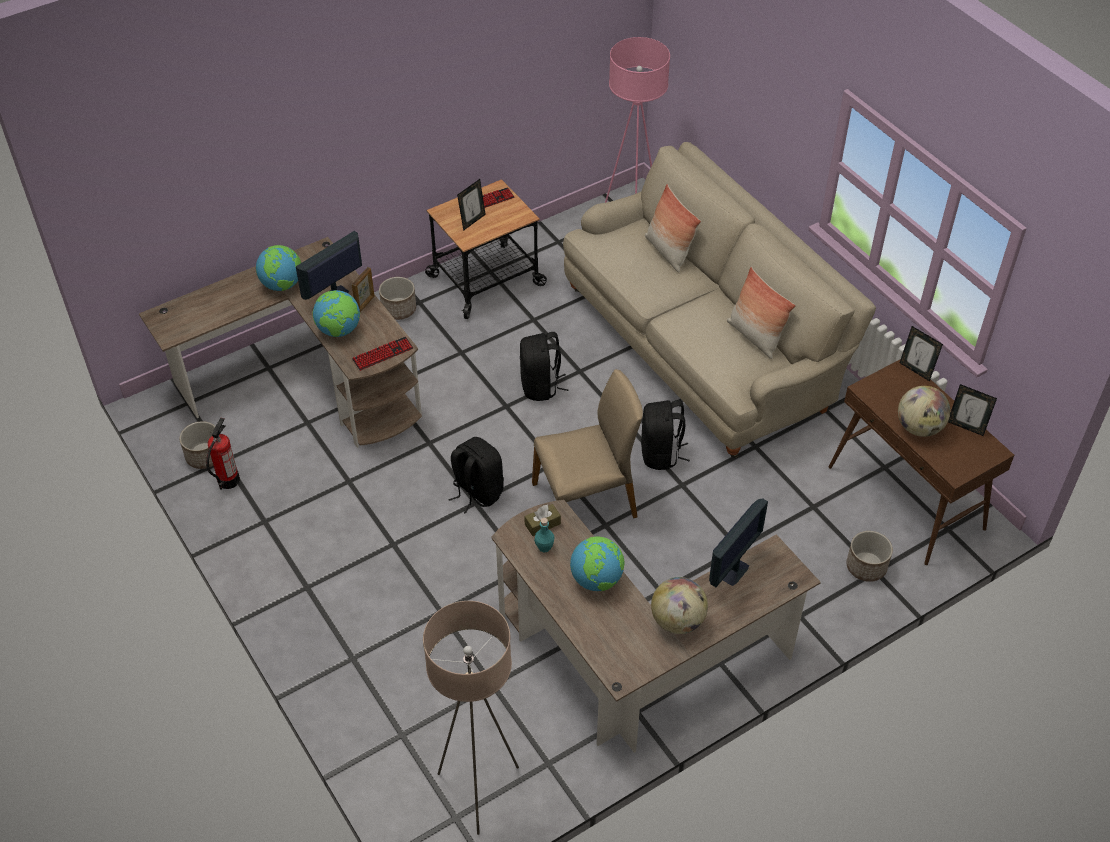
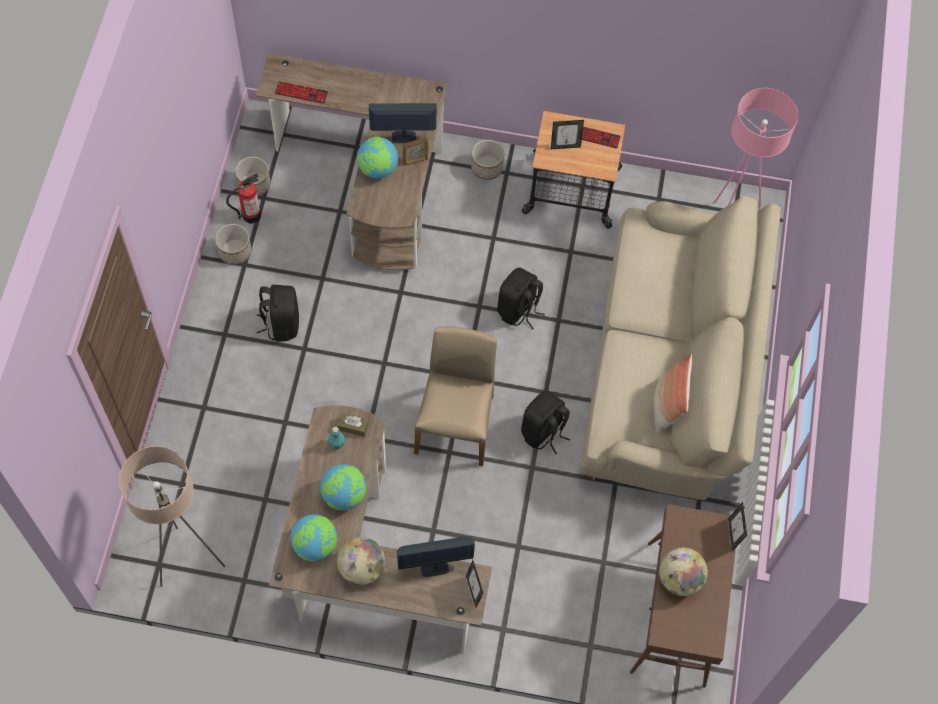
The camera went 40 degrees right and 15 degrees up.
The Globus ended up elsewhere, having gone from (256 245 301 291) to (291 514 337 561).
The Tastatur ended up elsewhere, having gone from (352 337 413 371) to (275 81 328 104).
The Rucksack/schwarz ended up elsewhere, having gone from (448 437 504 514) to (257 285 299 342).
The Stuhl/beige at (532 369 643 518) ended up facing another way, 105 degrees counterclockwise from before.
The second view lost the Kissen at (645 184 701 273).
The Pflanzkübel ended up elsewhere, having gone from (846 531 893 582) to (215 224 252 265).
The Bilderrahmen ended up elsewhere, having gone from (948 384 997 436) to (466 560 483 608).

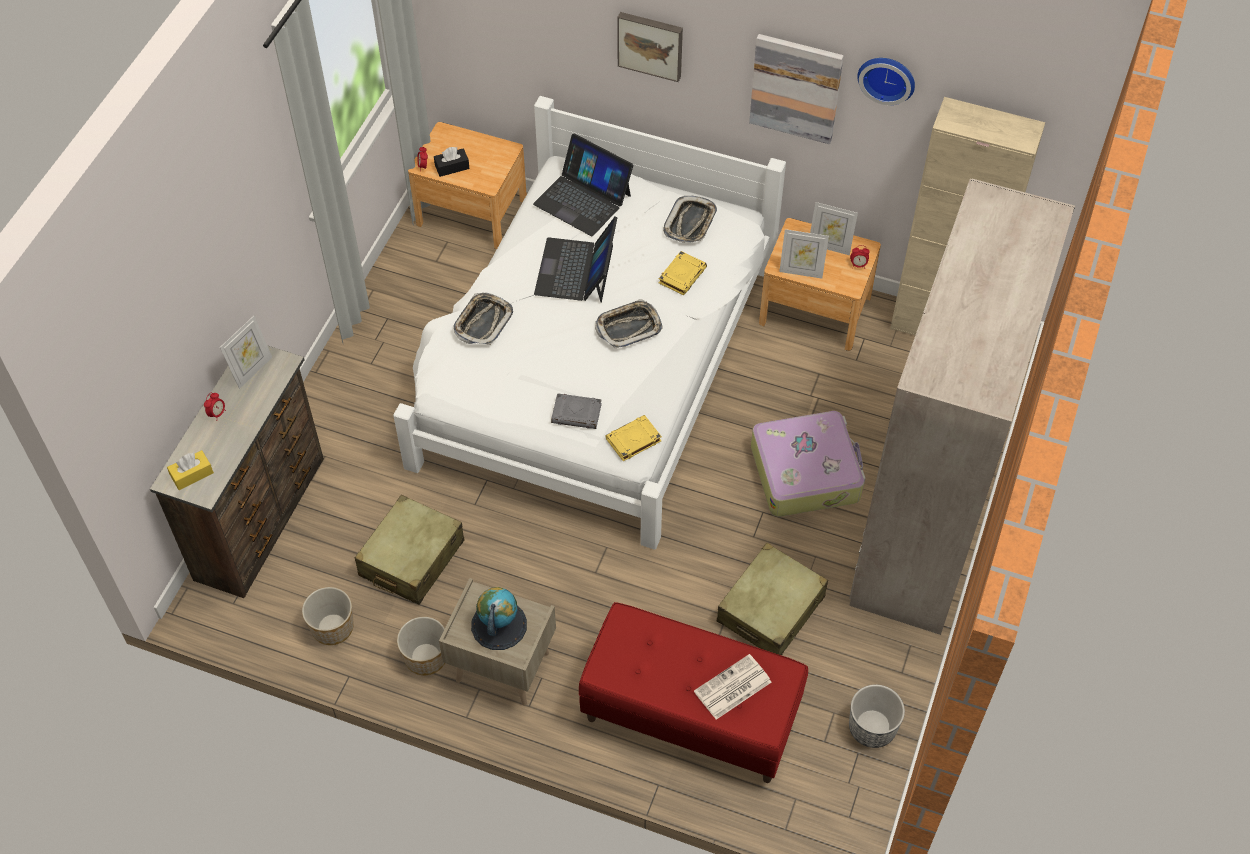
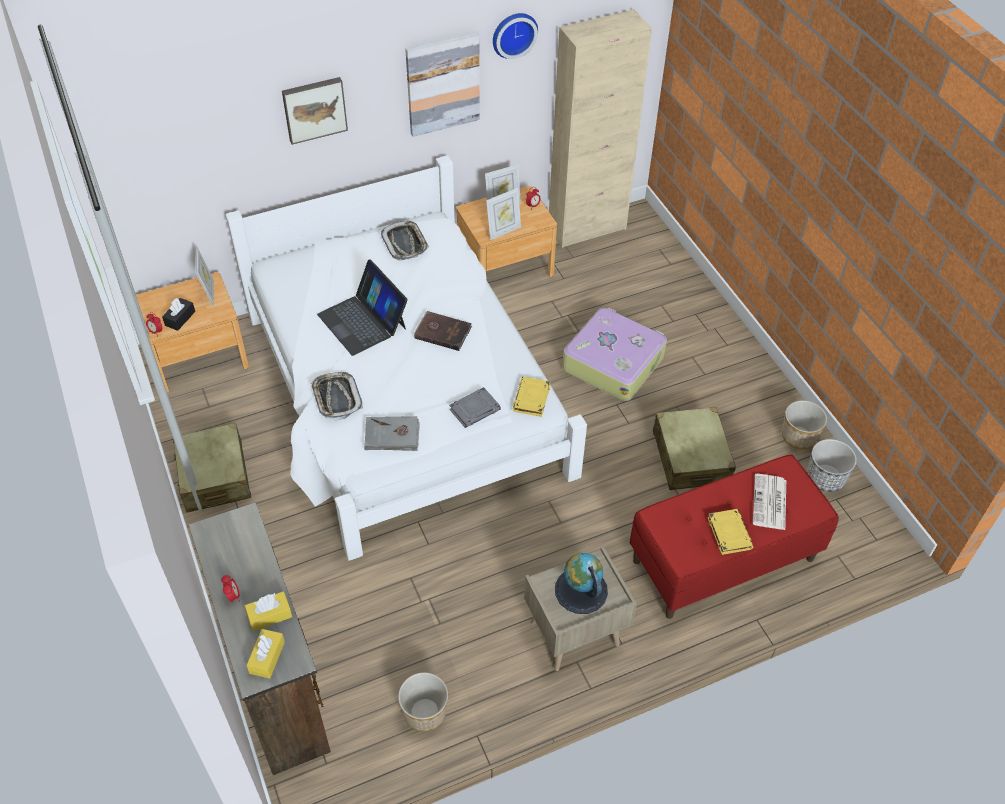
The camera went 45 degrees left and 5 degrees down.
The Bilderrahmen ended up elsewhere, having gone from (220 316 272 389) to (195 245 214 307).
The Koffer/beige ended up elsewhere, having gone from (354 495 464 605) to (173 423 251 513).
The Pflanzkübel ended up elsewhere, having gone from (397 617 445 675) to (782 400 827 450).
The second view lost the Laptop at (533 133 633 236).
Where the Tablett stood at (595 299 663 349), the Buch/braun came to stand at (414 311 472 351).
The Buch/gelb ended up elsewhere, having gone from (659 251 707 295) to (708 509 753 555).
The second view lost the Kleiderschrank/beige at (849 179 1075 635).
The second view gained the Taschentuchbox/gelb at (245 591 292 631).
The second view gained the Buch/grau at (364 416 420 451).

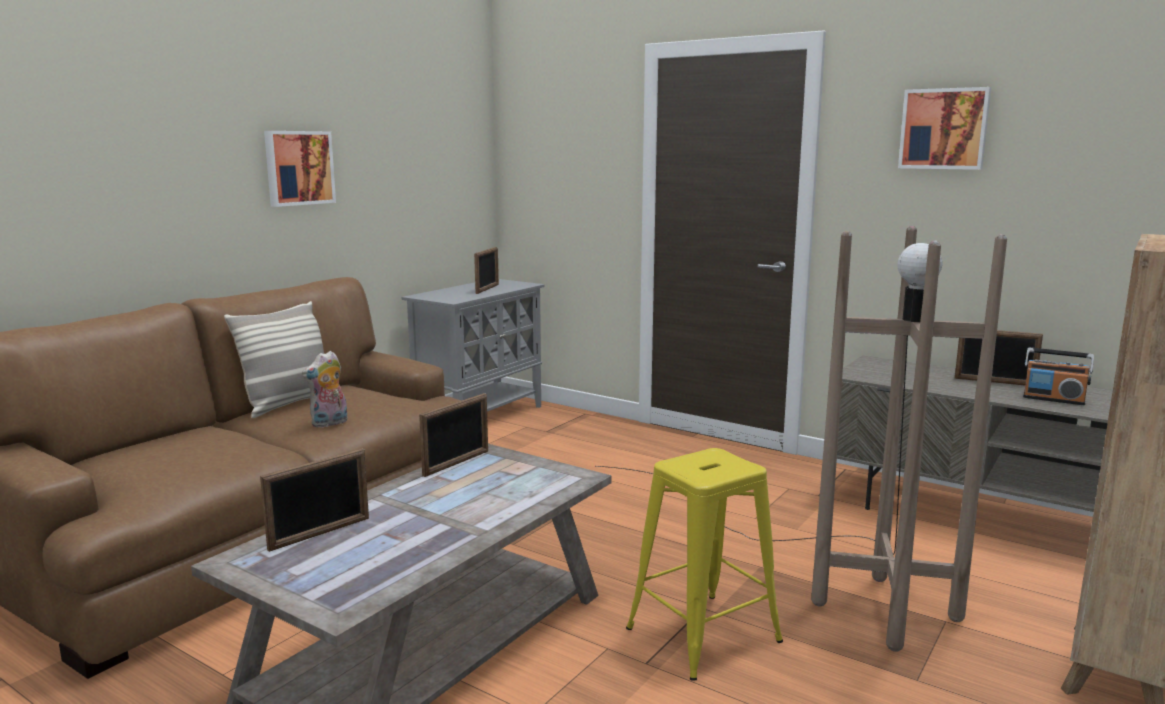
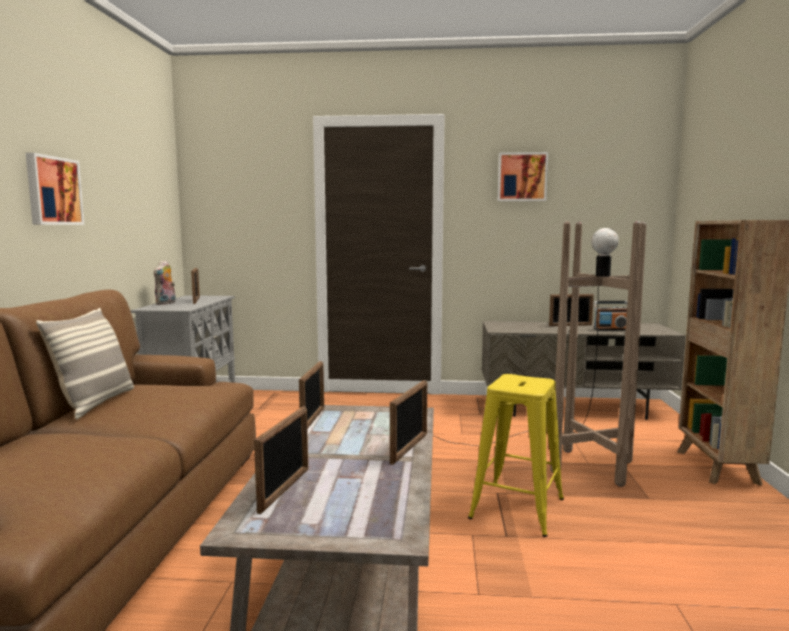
The camera went 30 degrees left and 5 degrees down.
The Plüschtier ended up elsewhere, having gone from (302 351 348 428) to (154 260 176 305).
The second view gained the Bilderrahmen at (390 380 427 465).

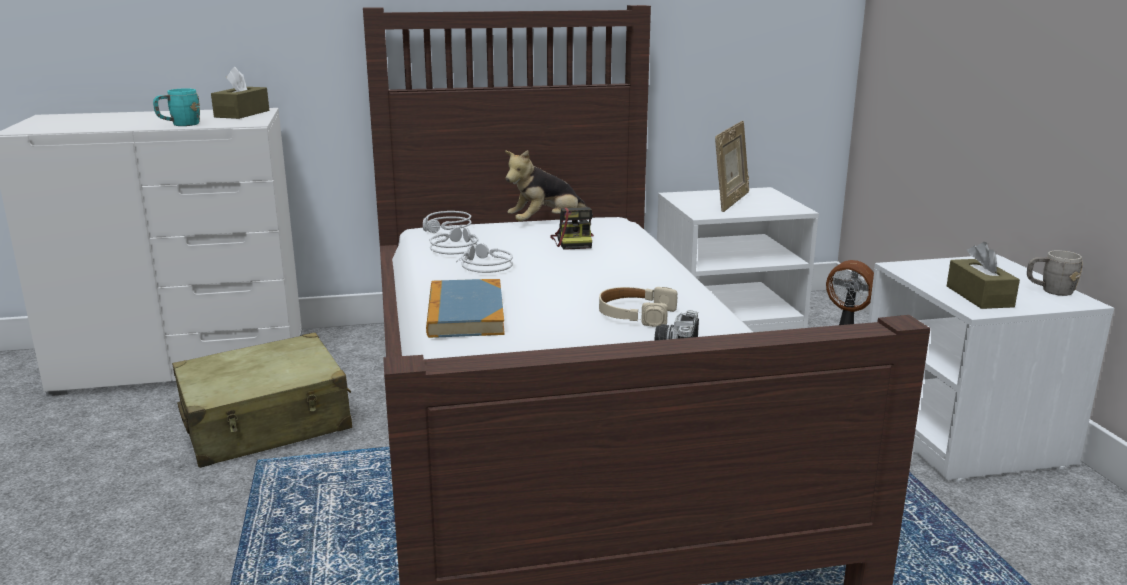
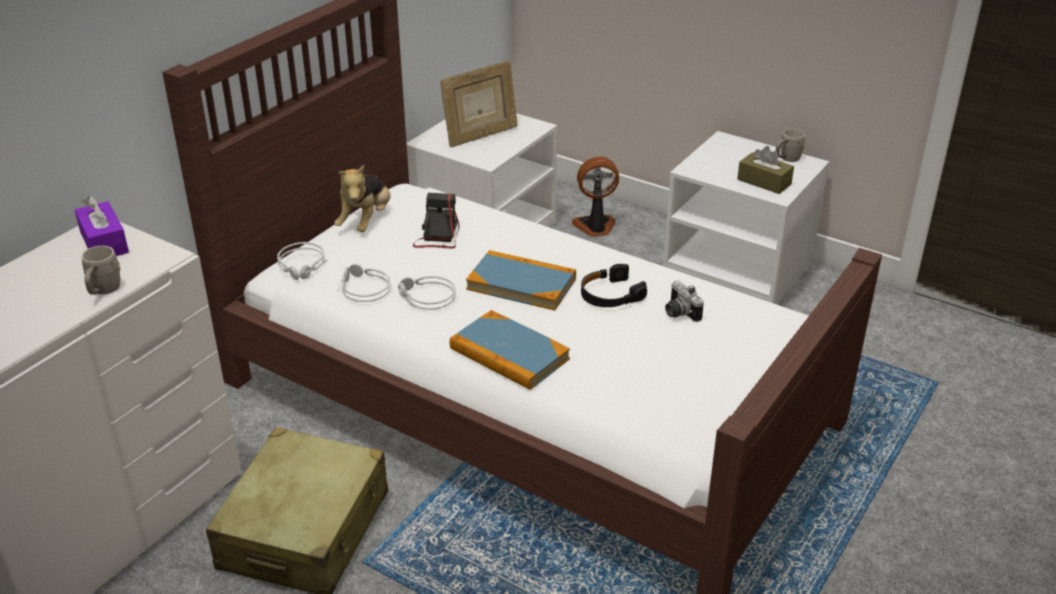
The camera went 45 degrees left and 15 degrees up.
What was the Henkelbecher/türkis at (153 88 200 126) turned into the Henkelbecher/grau at (81 246 121 295).
What was the Taschentuchbox/braun at (211 67 269 119) turned into the Taschentuchbox/lila at (75 196 129 256).
The Kamera at (550 207 594 250) ended up facing another way, 120 degrees counterclockwise from before.
What was the Kopfhörer/beige at (599 287 677 327) turned into the Kopfhörer/schwarz at (581 264 647 307).
The Bilderrahmen at (715 121 749 212) ended up facing another way, 75 degrees clockwise from before.
The second view gained the Buch at (466 250 576 311).

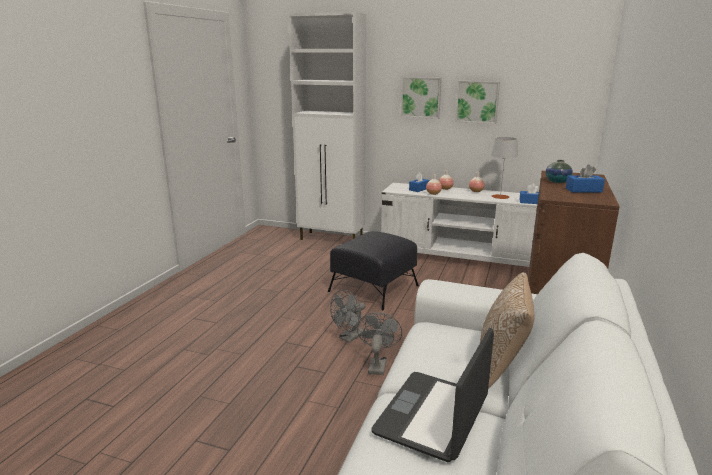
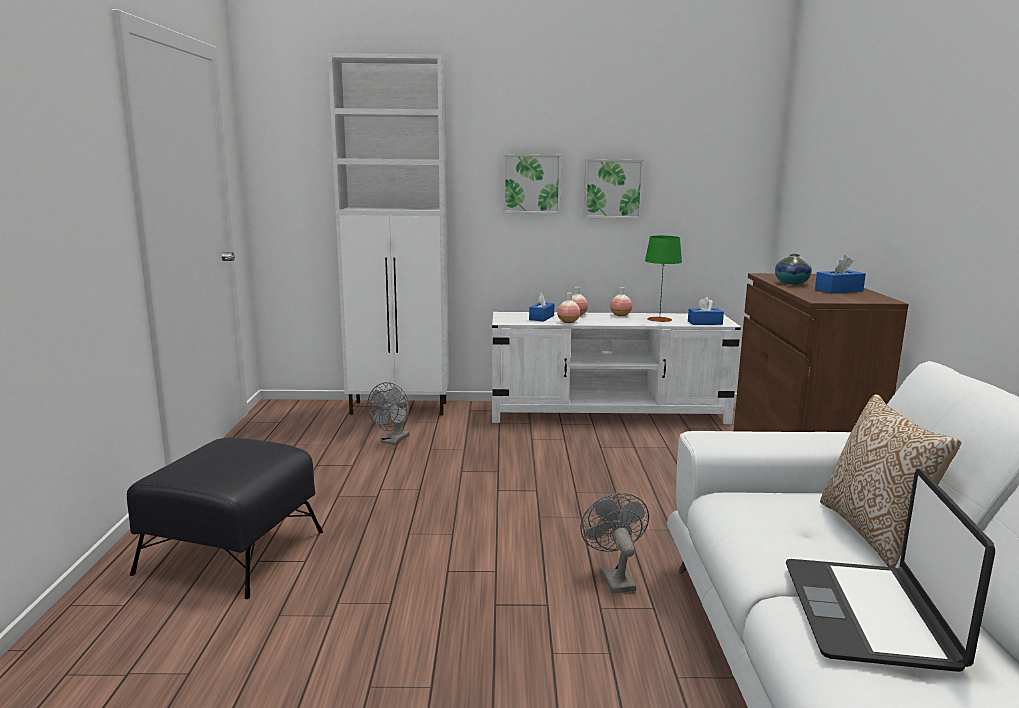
The camera went 20 degrees left and 5 degrees down.
The Polsterhocker/schwarz ended up elsewhere, having gone from (328 231 419 311) to (127 438 323 599).
The Ventilator/grau ended up elsewhere, having gone from (330 290 366 343) to (367 382 410 445).
What was the Tischlampe/grau at (491 137 518 199) turned into the Tischlampe/grün at (645 235 682 322).

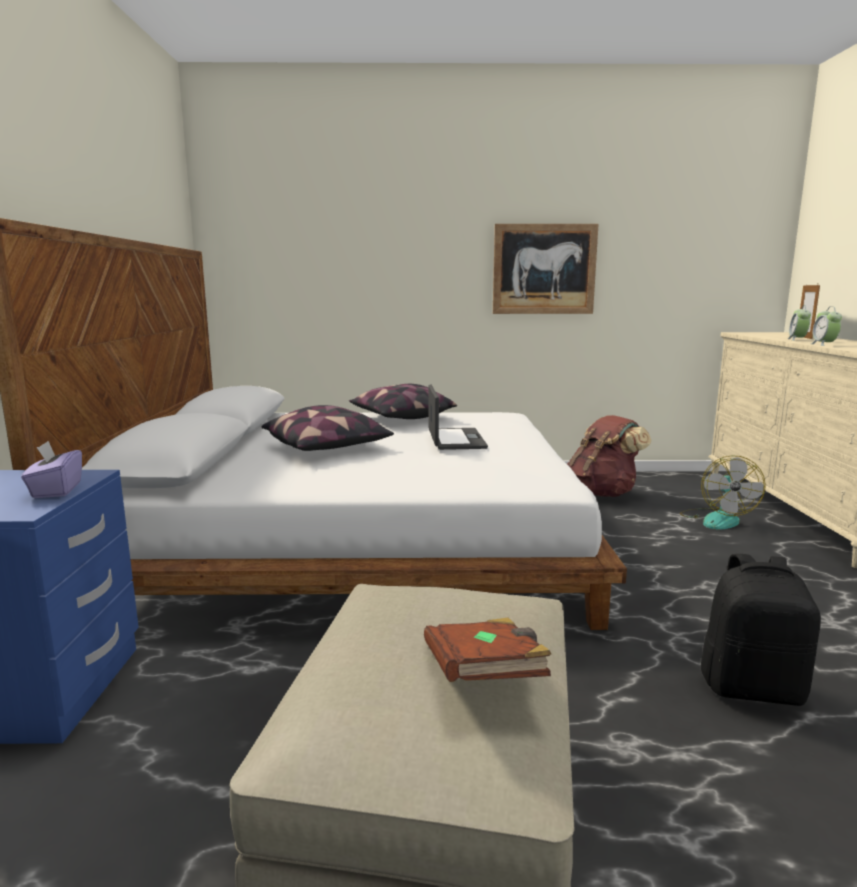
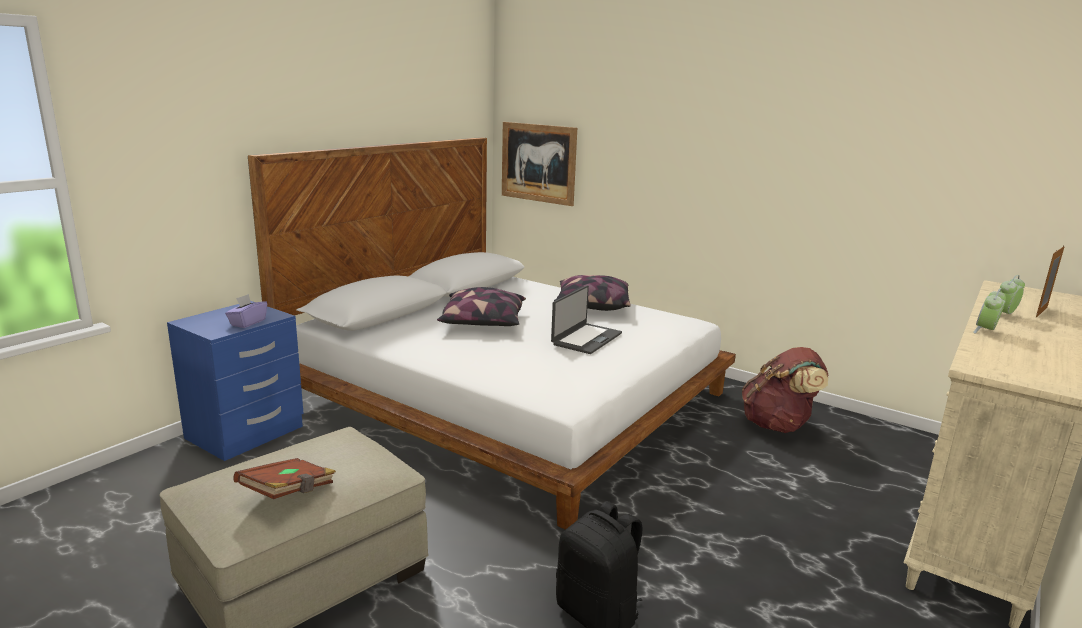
The camera went 35 degrees right and 5 degrees up.
The Bild ended up elsewhere, having gone from (493 224 599 314) to (502 122 577 206).
The second view lost the Ventilator at (680 455 766 530).

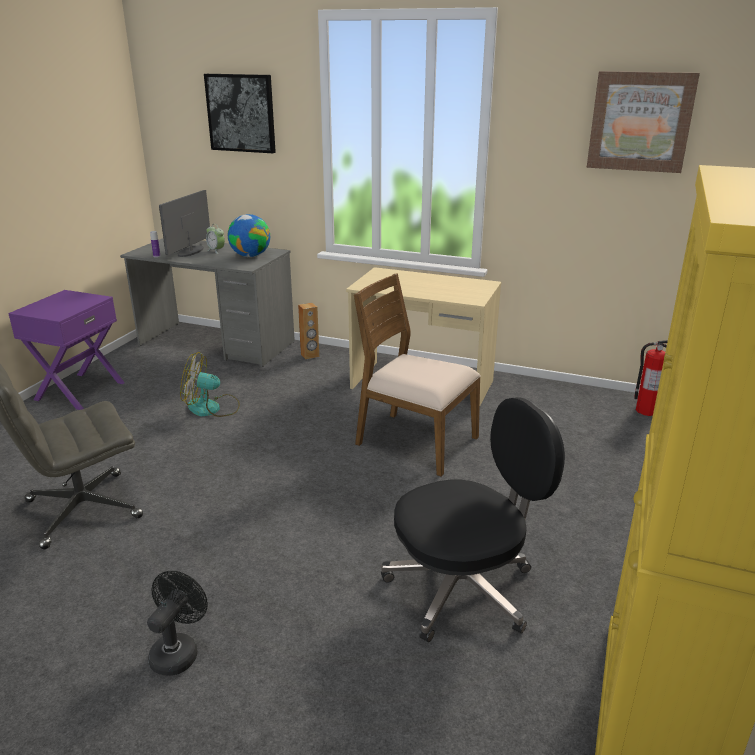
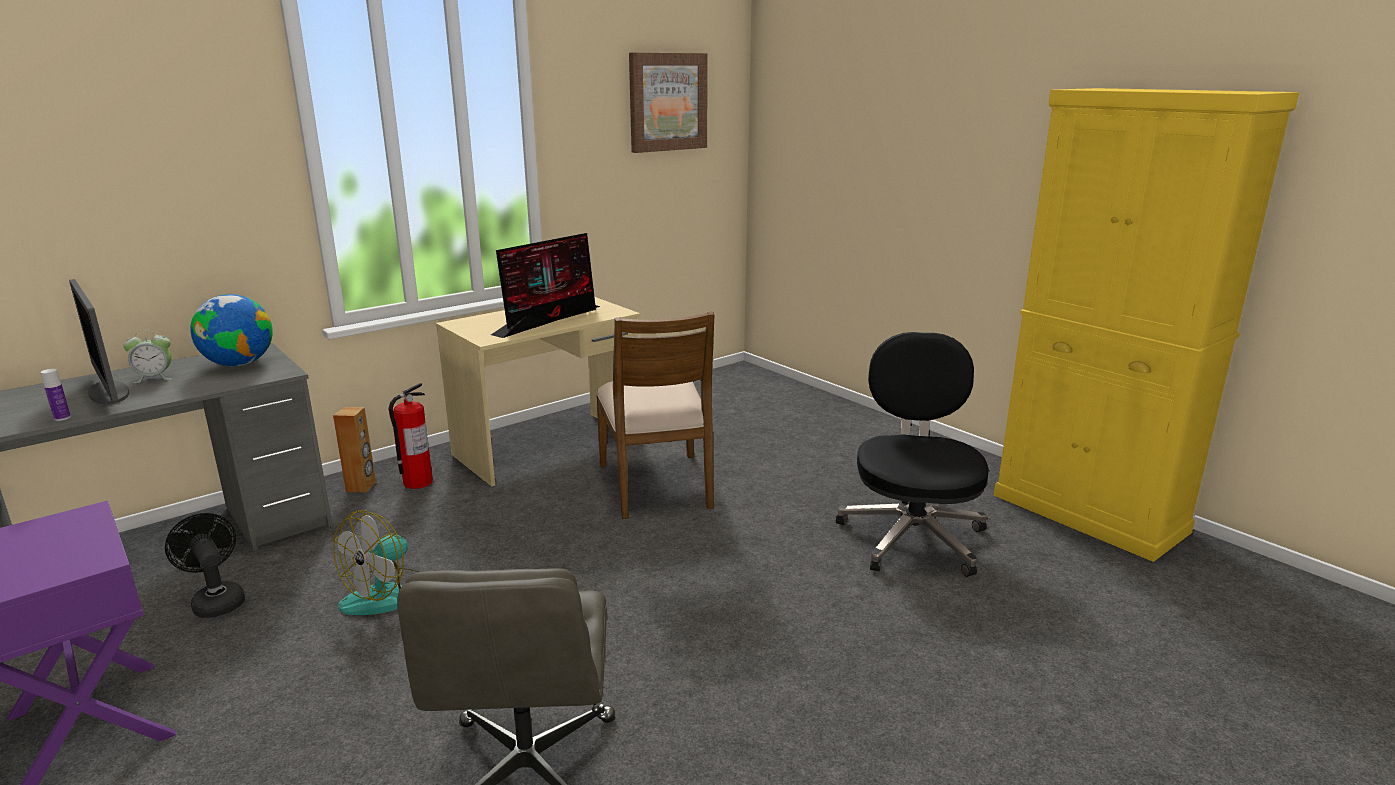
The camera went 60 degrees left and 5 degrees down.
The Ventilator/schwarz ended up elsewhere, having gone from (147 571 208 676) to (165 513 245 618).
The second view lost the Bild at (204 74 276 153).
The Stuhl/braun at (354 273 481 477) ended up facing another way, 75 degrees counterclockwise from before.
The Feuerlöscher ended up elsewhere, having gone from (634 340 668 416) to (388 383 433 489).
The second view gained the Monitor at (491 233 600 338).

